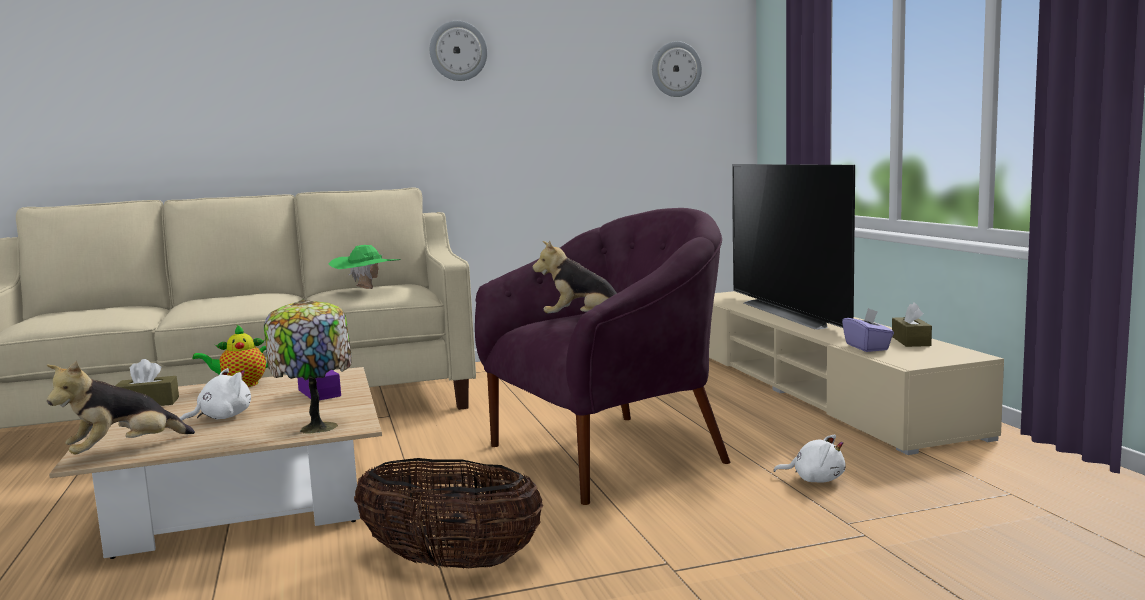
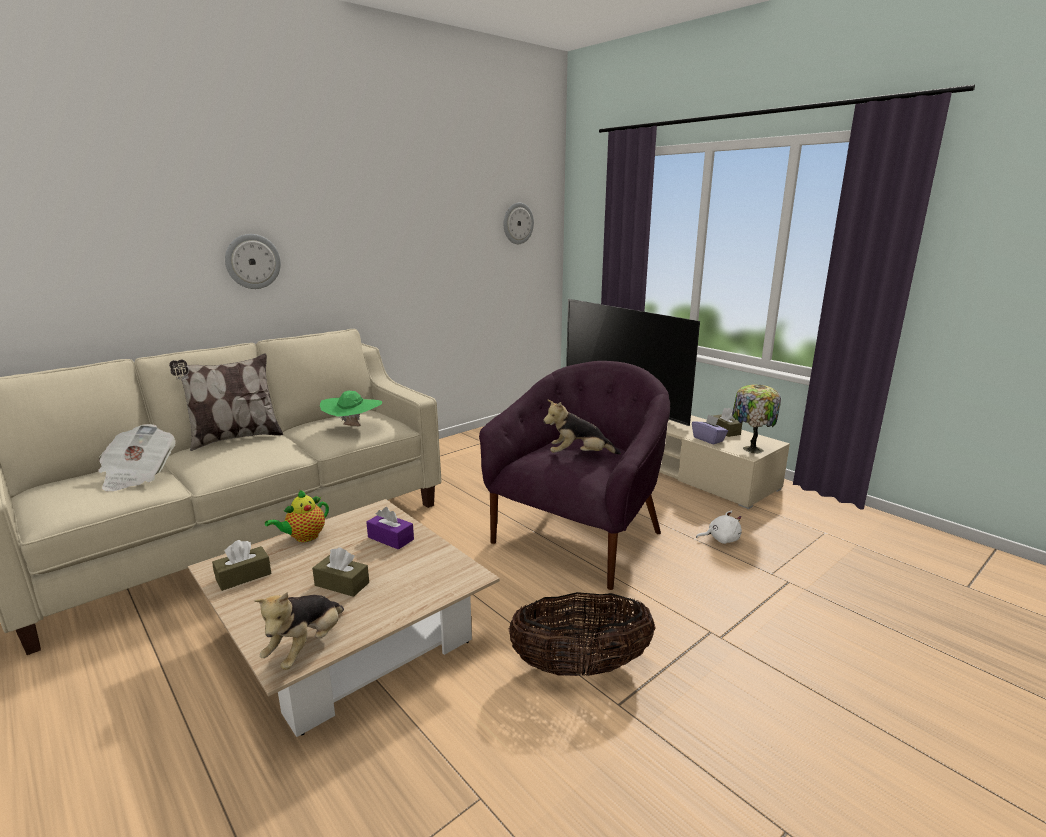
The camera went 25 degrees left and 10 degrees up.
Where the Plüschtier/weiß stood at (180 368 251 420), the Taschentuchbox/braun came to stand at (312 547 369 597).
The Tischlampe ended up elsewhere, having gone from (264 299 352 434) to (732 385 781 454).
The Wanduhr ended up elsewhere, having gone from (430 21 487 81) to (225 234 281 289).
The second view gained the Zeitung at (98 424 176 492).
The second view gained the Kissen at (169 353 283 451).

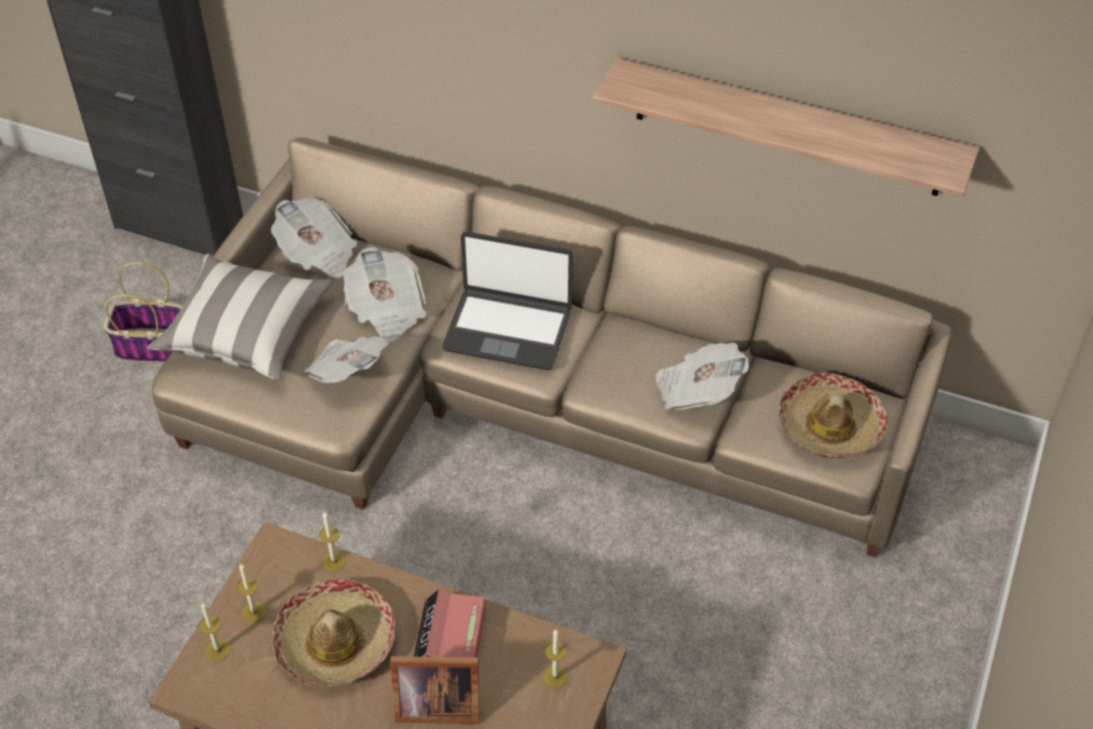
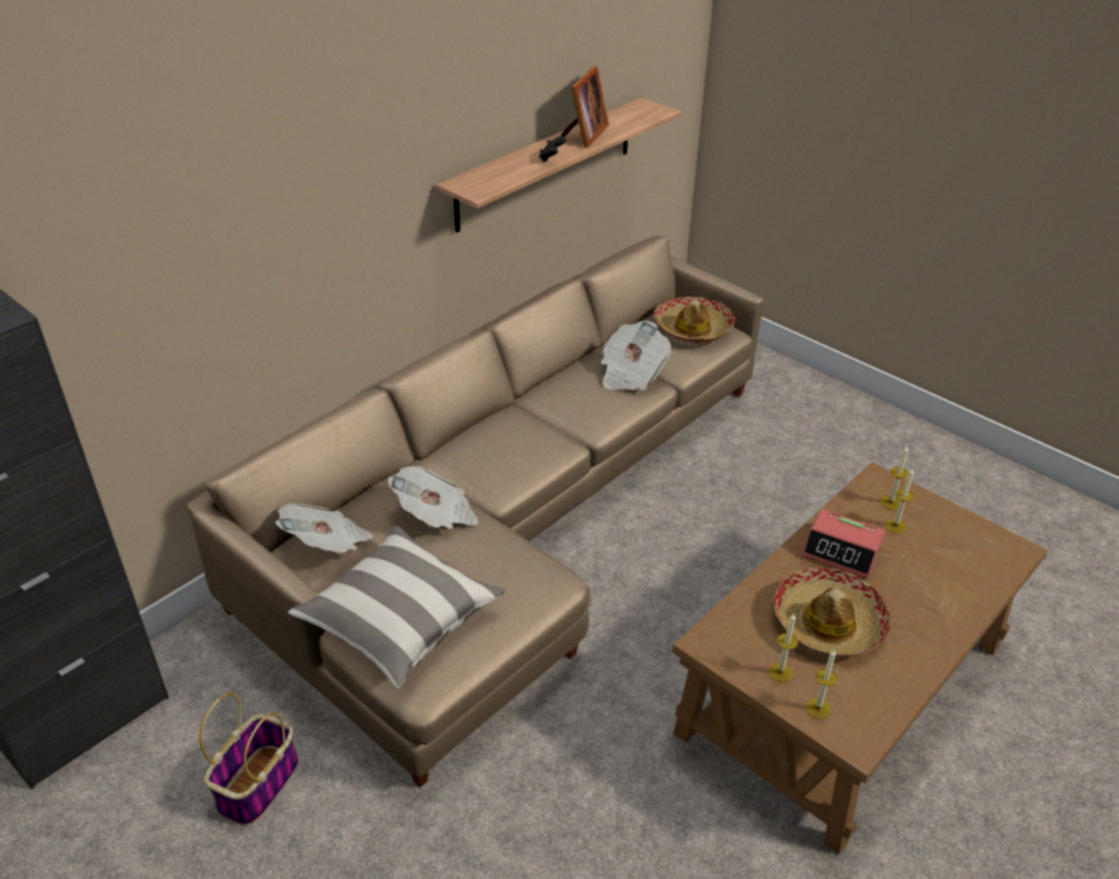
The camera went 70 degrees left and 10 degrees down.
The second view lost the Zeitung at (303 336 389 383).
The Kerze ended up elsewhere, having gone from (319 512 346 571) to (885 468 914 533).
The Bilderrahmen ended up elsewhere, having gone from (390 656 480 724) to (561 66 609 147).
The second view lost the Laptop at (442 232 573 370).
The second view gained the Gamepad/schwarz at (539 136 566 162).

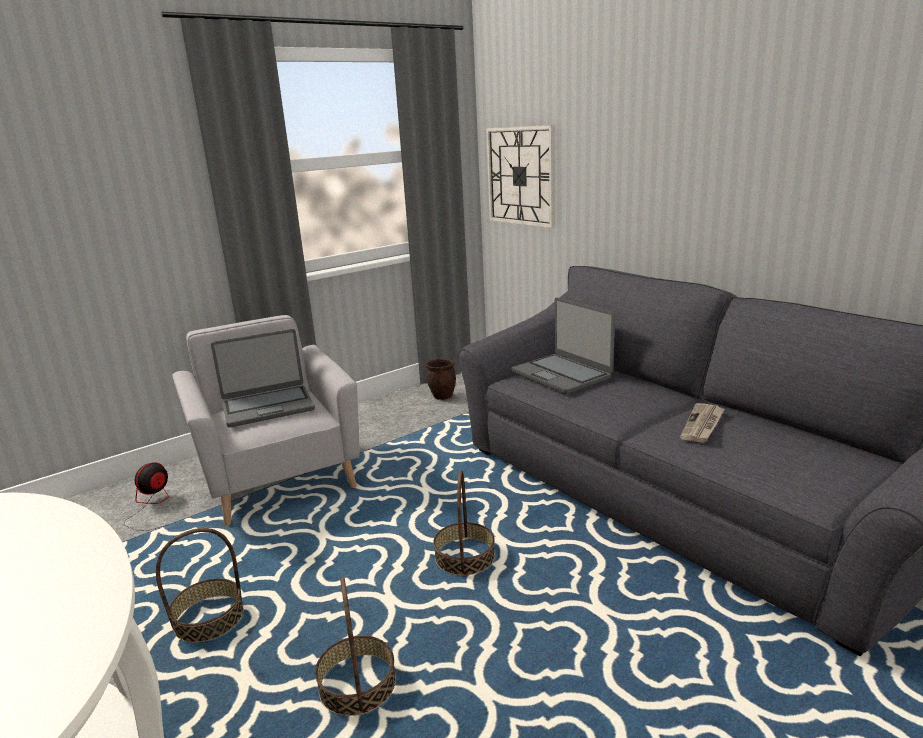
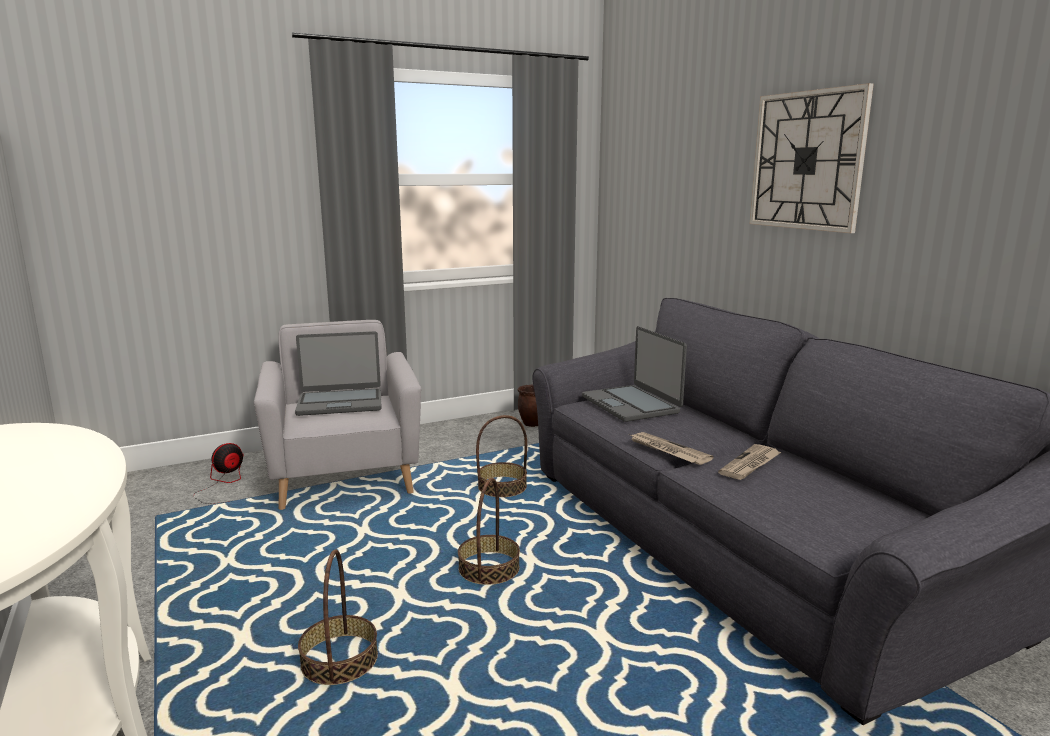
The camera went 10 degrees right and 5 degrees down.
The Korb ended up elsewhere, having gone from (156 528 244 643) to (476 415 527 497).
The Wanduhr ended up elsewhere, having gone from (486 125 555 228) to (750 83 874 233).
The second view gained the Zeitung at (631 432 713 465).

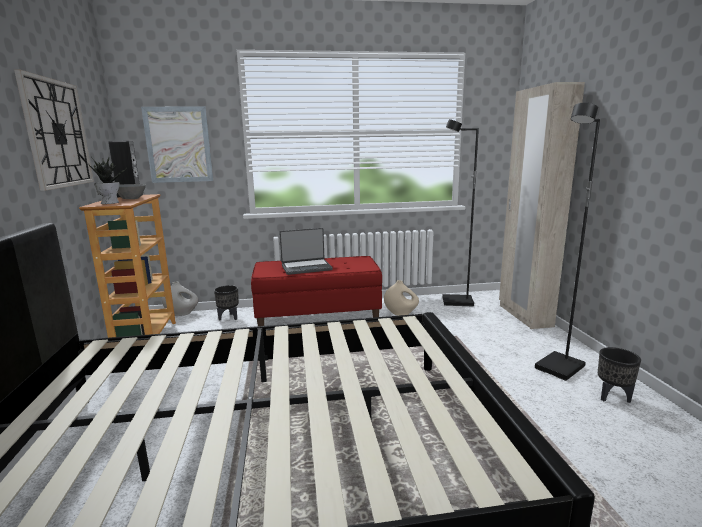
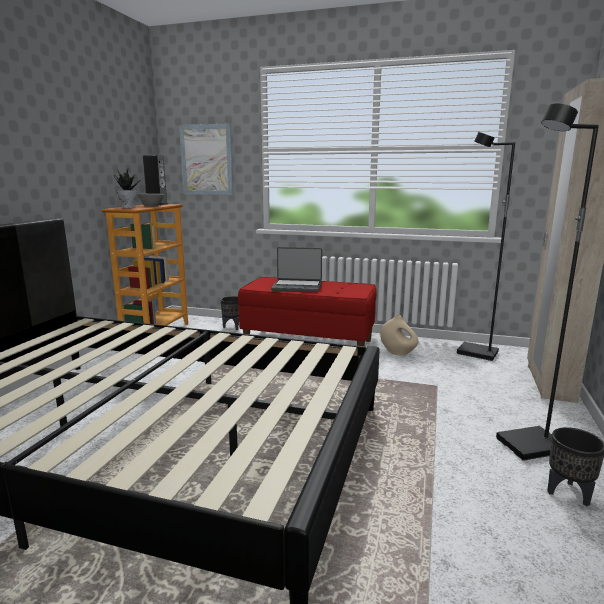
The camera went 25 degrees right and 0 degrees up.
The second view lost the Wanduhr at (14 69 94 191).
The second view lost the Vase/weiß at (162 282 199 316).

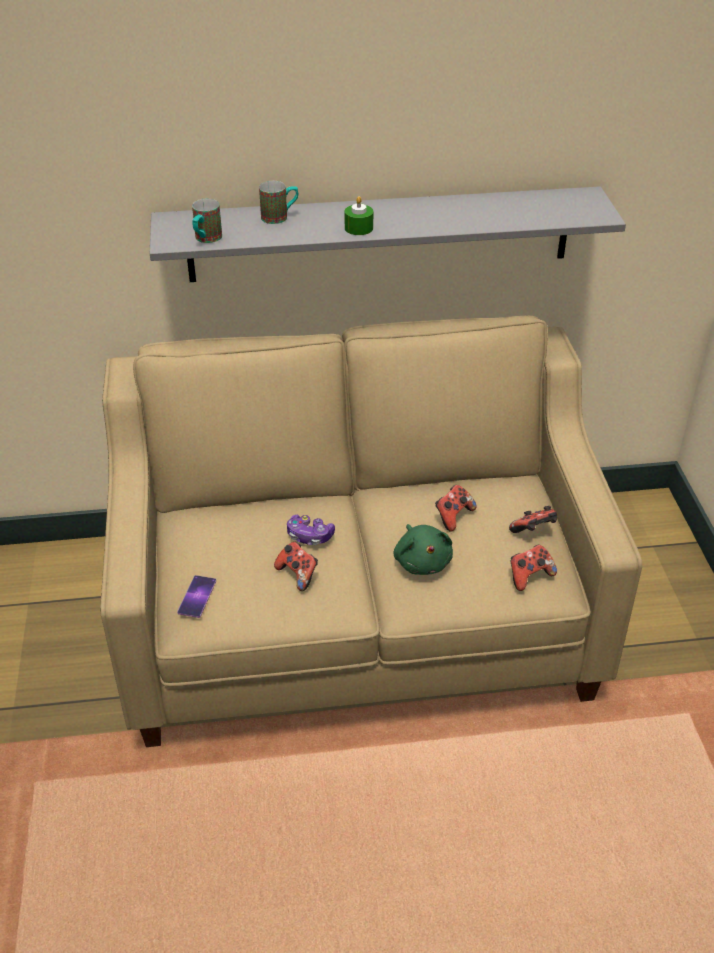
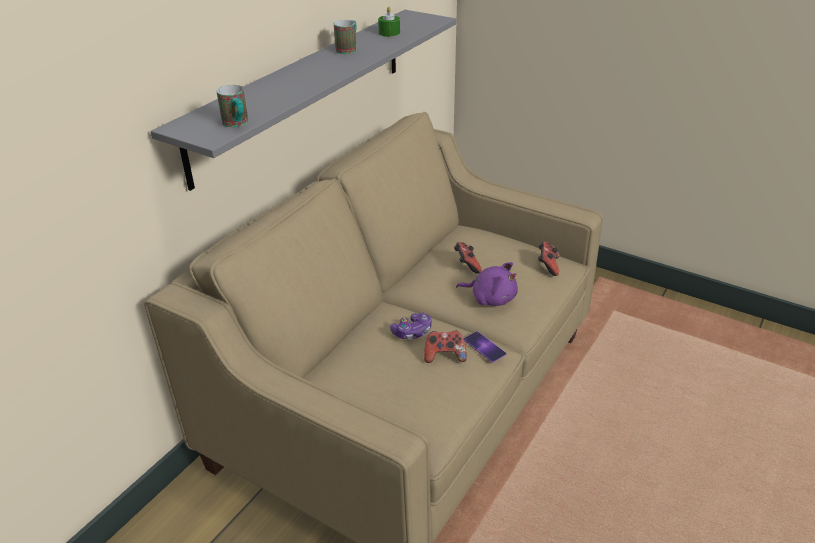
The camera went 50 degrees left and 5 degrees down.
The Handy ended up elsewhere, having gone from (177 575 216 618) to (463 331 507 363).
The Henkelbecher ended up elsewhere, having gone from (259 181 298 224) to (334 20 357 54).
The Kerze/grün ended up elsewhere, having gone from (345 196 373 235) to (378 6 400 37).
What was the Plüschtier/grün at (394 524 453 575) turned into the Plüschtier/lila at (456 262 518 306).
The second view lost the Gamepad at (509 506 557 533).

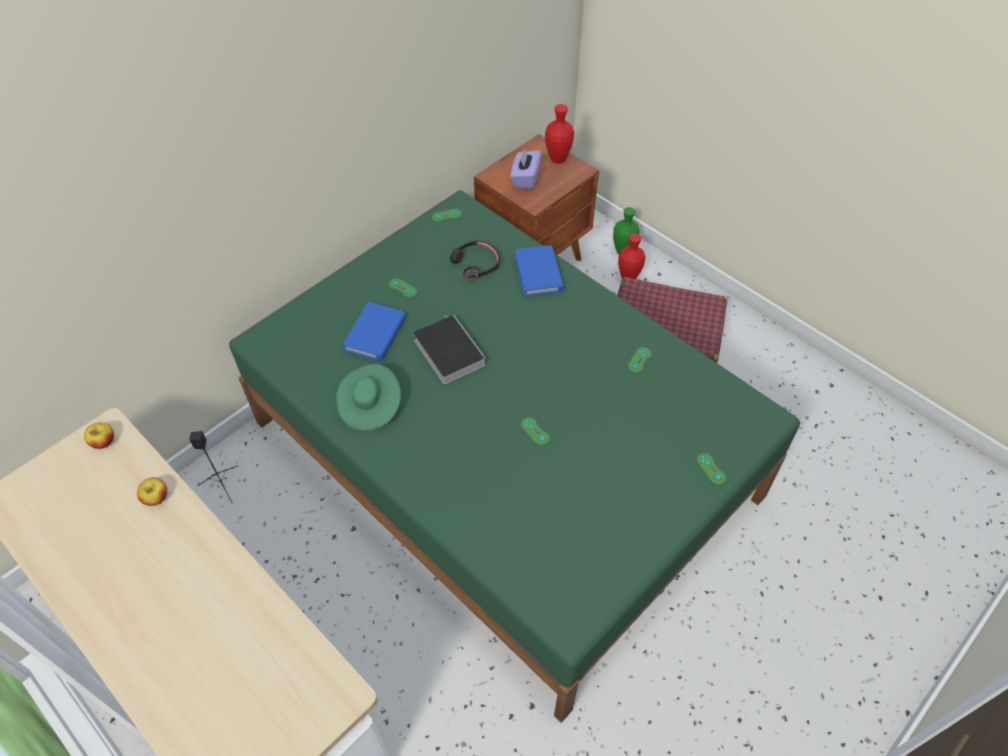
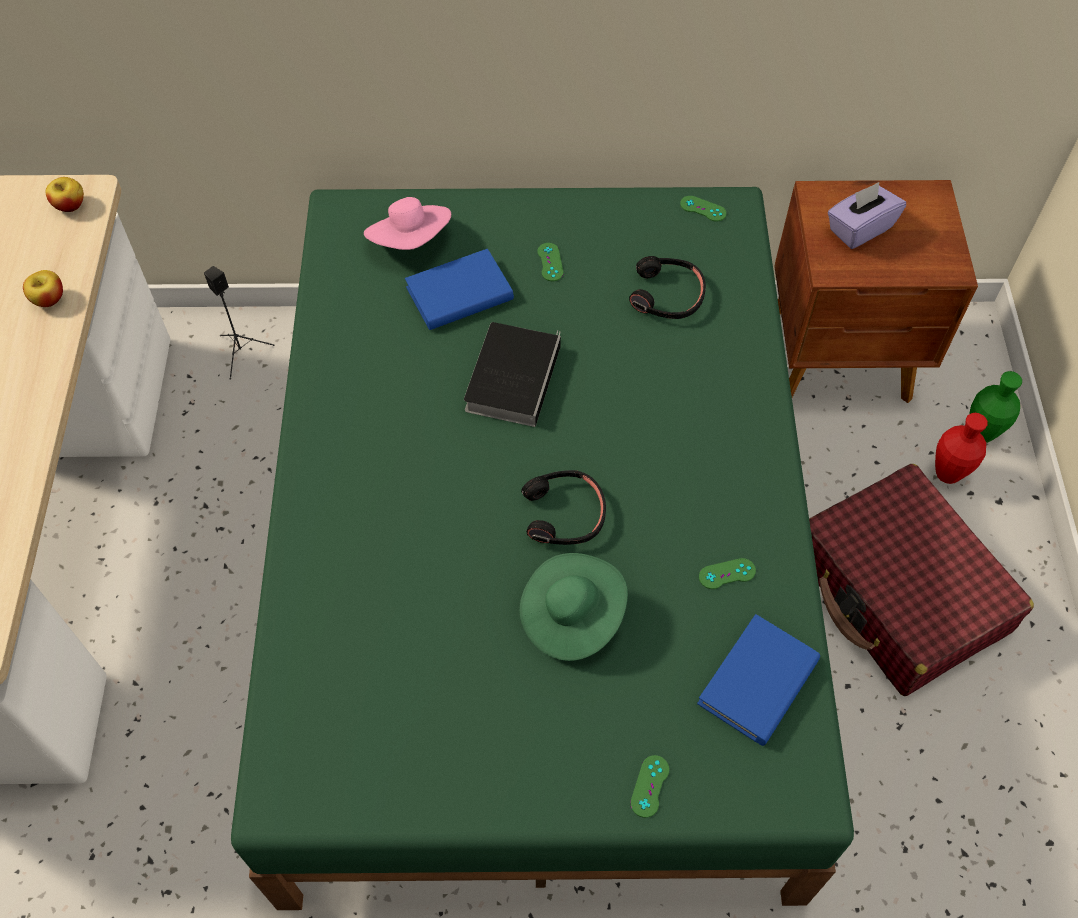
The camera went 45 degrees right and 5 degrees up.
The Hut/grün ended up elsewhere, having gone from (336 364 401 431) to (520 553 628 661).
The Buch/blau ended up elsewhere, having gone from (514 245 564 297) to (697 614 820 746).
The second view lost the Gamepad/grün at (521 417 549 446).
The second view lost the Vase/rot at (545 104 574 164).
The second view gained the Hut/rosa at (364 197 451 250).
The second view gained the Kopfhörer/schwarz at (521 470 606 545).

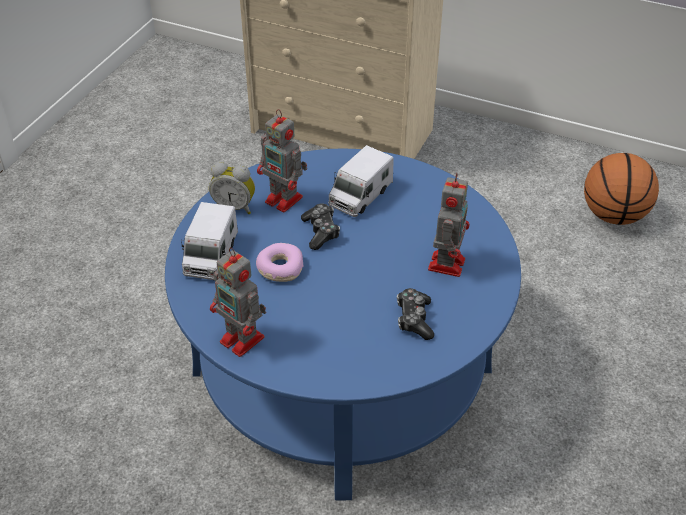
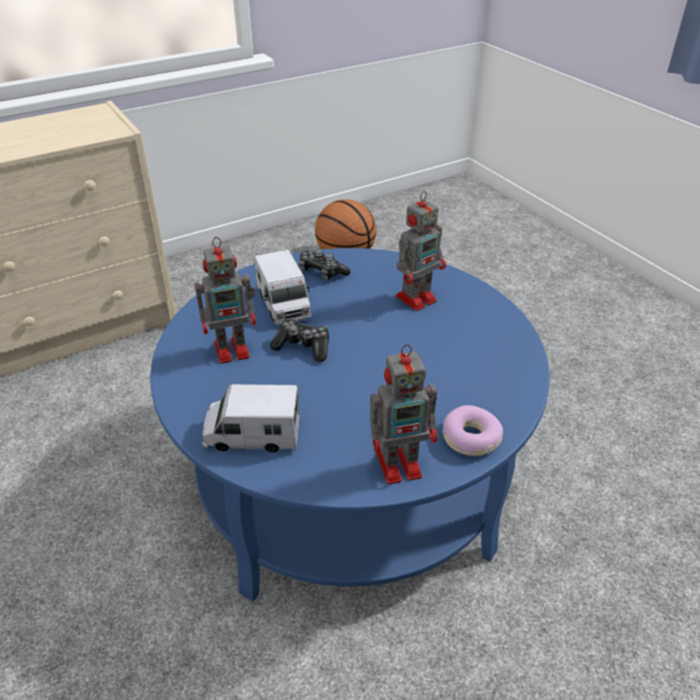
The camera went 55 degrees left and 5 degrees down.
The Spielzeuglaster at (181 202 238 280) ended up facing another way, 135 degrees clockwise from before.
The second view lost the Wecker at (209 161 255 214).
The Donut ended up elsewhere, having gone from (256 243 303 282) to (443 405 503 456).
The Gamepad ended up elsewhere, having gone from (397 288 434 340) to (299 249 351 280).
The Spielzeugroboter at (428 173 470 277) ended up facing another way, 90 degrees clockwise from before.

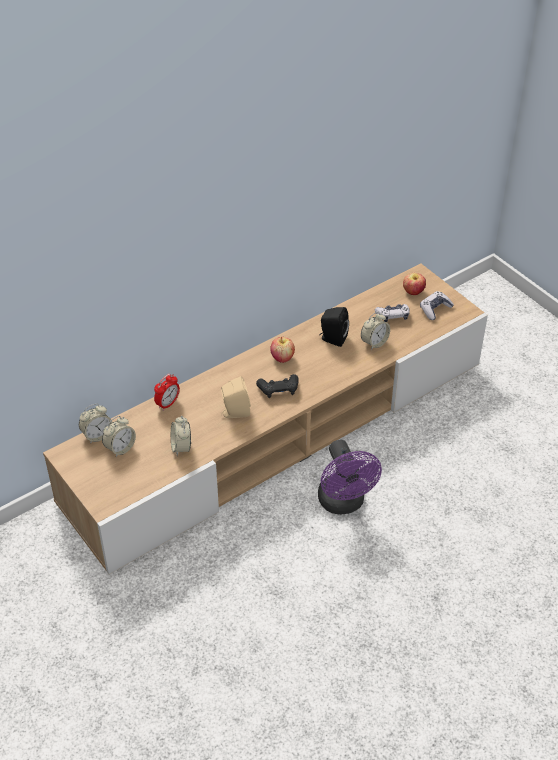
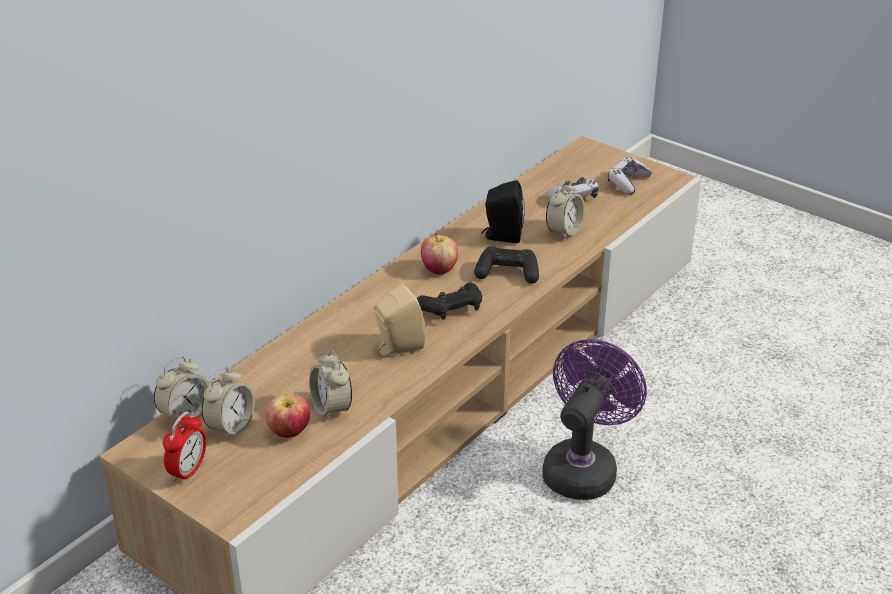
The camera went 15 degrees left and 10 degrees down.
The Wecker ended up elsewhere, having gone from (154 374 180 411) to (163 412 206 484).
The Ventilator/lila at (318 440 382 515) ended up facing another way, 120 degrees counterclockwise from before.
The Apfel ended up elsewhere, having gone from (403 273 426 295) to (265 394 310 438).
The second view gained the Gamepad/schwarz at (474 246 539 284).

